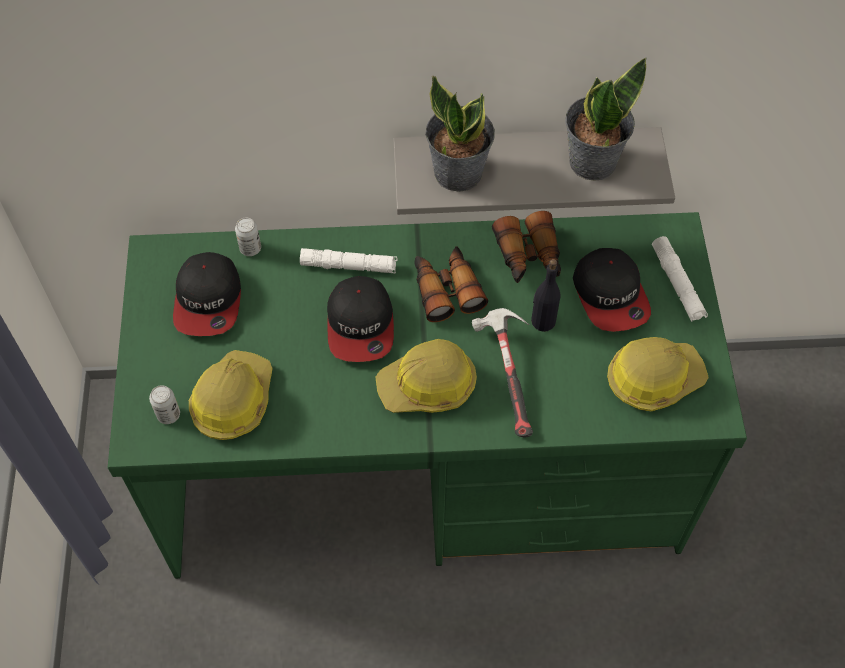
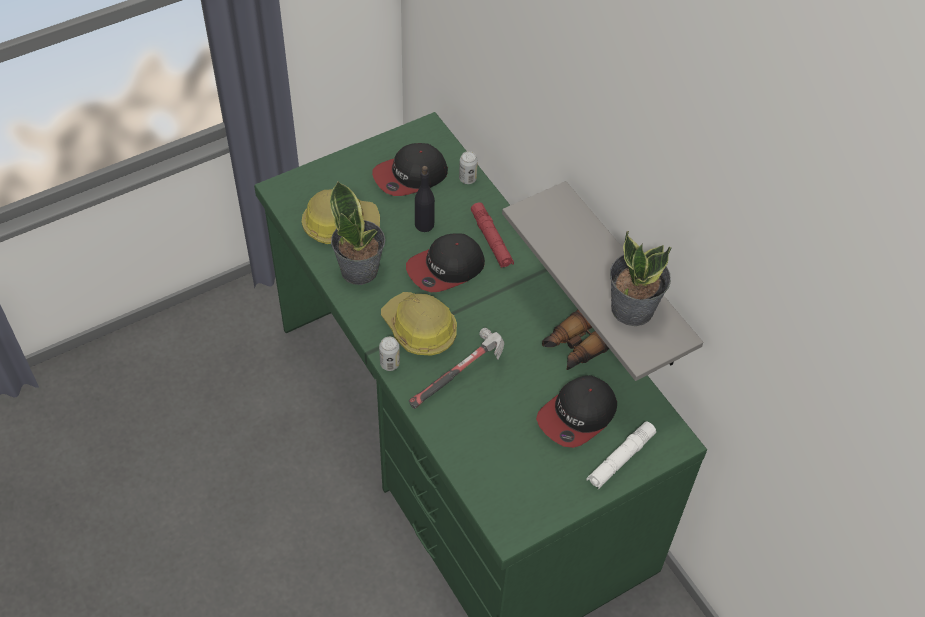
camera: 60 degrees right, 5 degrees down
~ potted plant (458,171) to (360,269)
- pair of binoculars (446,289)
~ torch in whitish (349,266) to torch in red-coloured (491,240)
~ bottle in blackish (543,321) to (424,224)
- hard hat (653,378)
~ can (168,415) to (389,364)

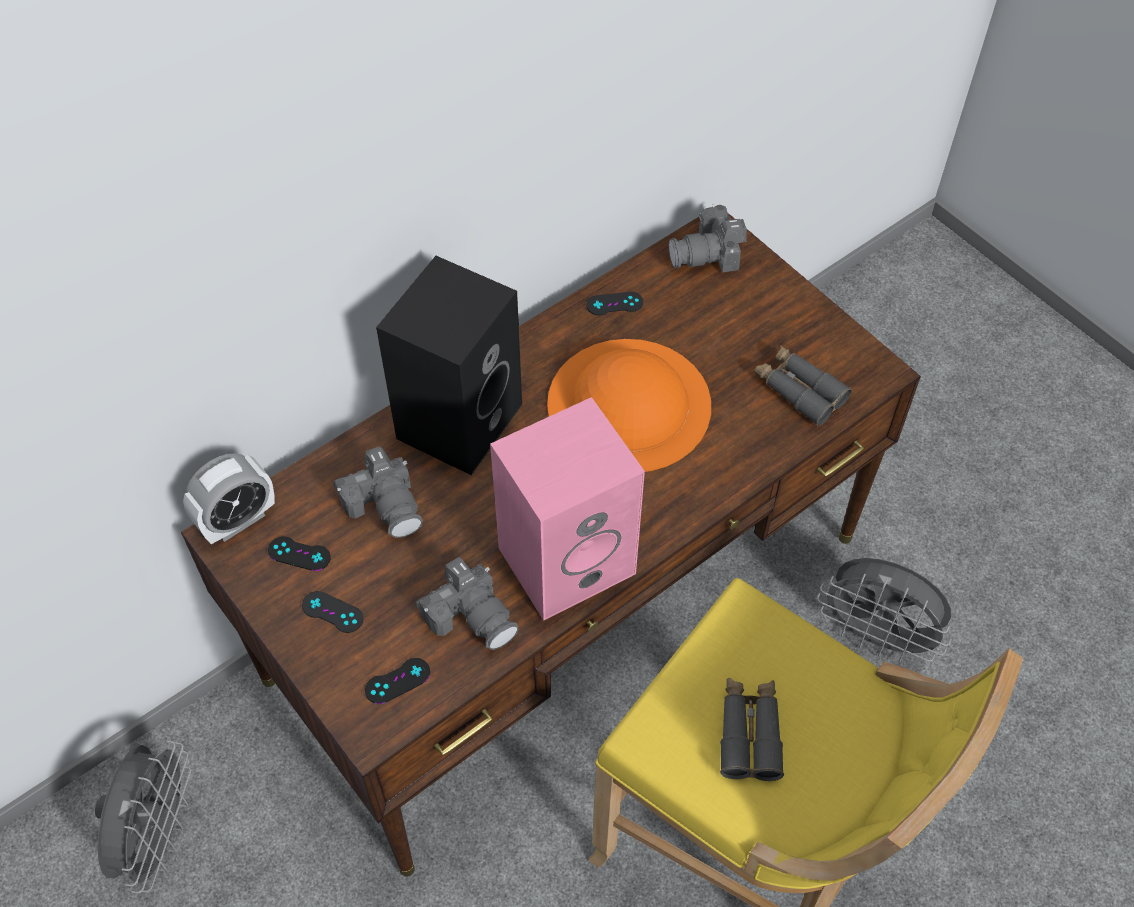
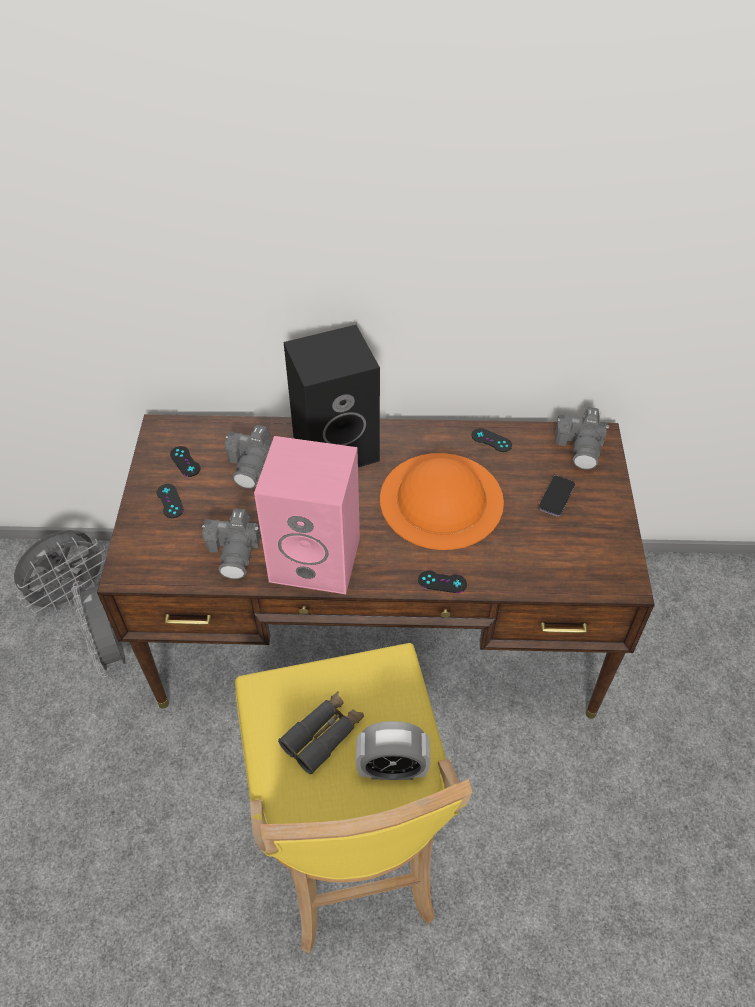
camera: 40 degrees right, 5 degrees down
~ photo camera (708,254) = (581,447) 105 degrees counterclockwise
- pair of binoculars in gray (799,390)
~ alarm clock (238,520) to (392,769)
~ electric fan in gray (876,636) to (114,650)
~ gamepad in blackish (397,681) to (442,582)
+ phone (556,497)

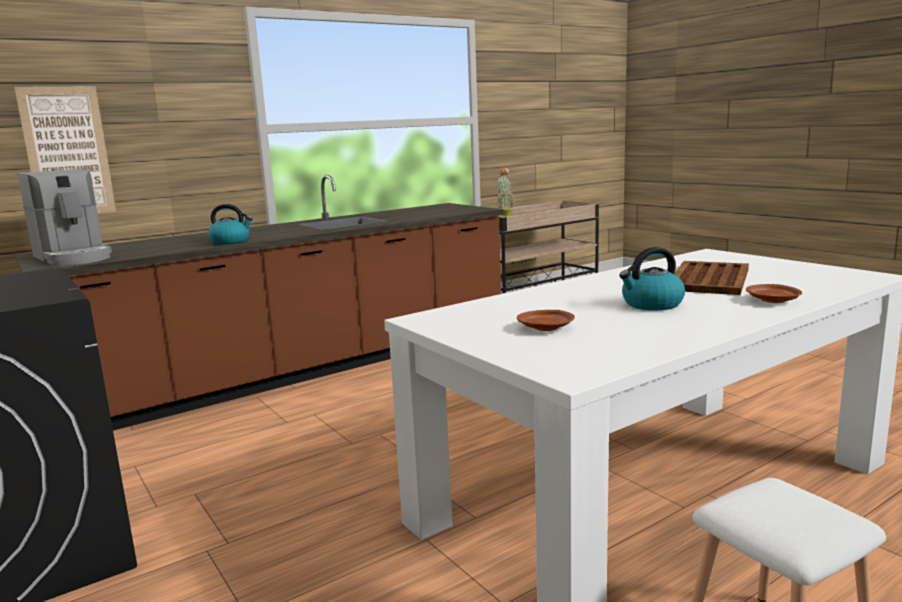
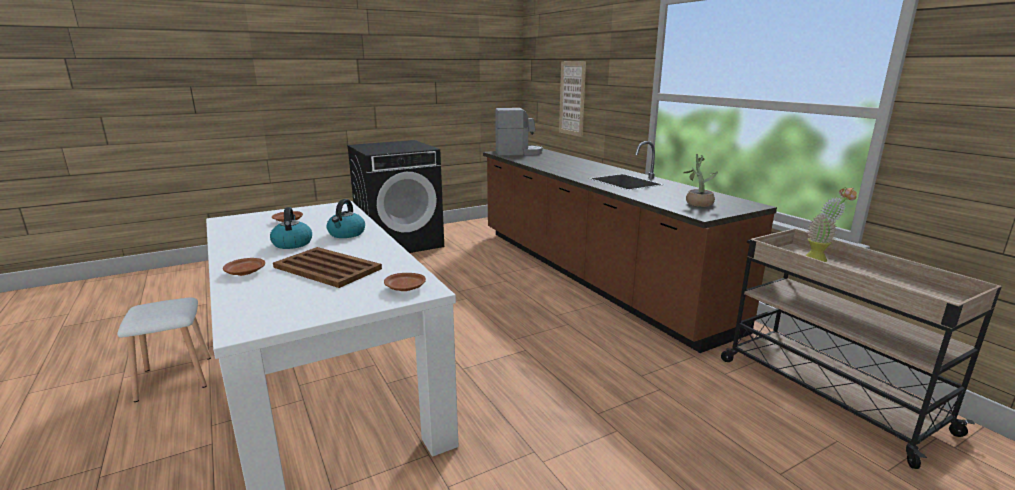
camera: 95 degrees right, 5 degrees up
~ coffee maker (74,257) = (518,153) 150 degrees counterclockwise
~ kettle (231,241) to (346,234)
+ potted plant (697,202)
+ plate in brown (406,288)

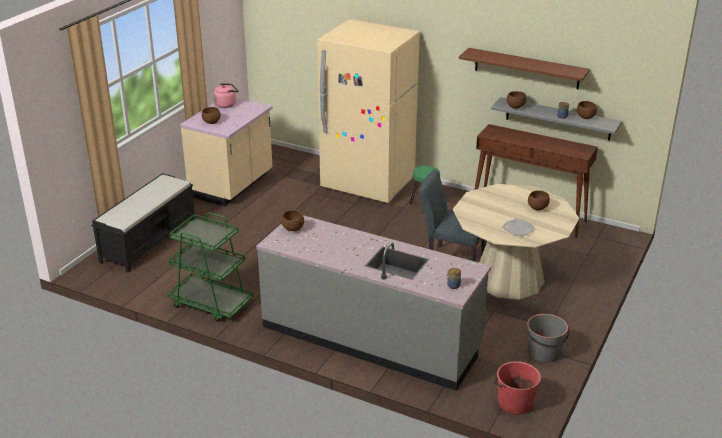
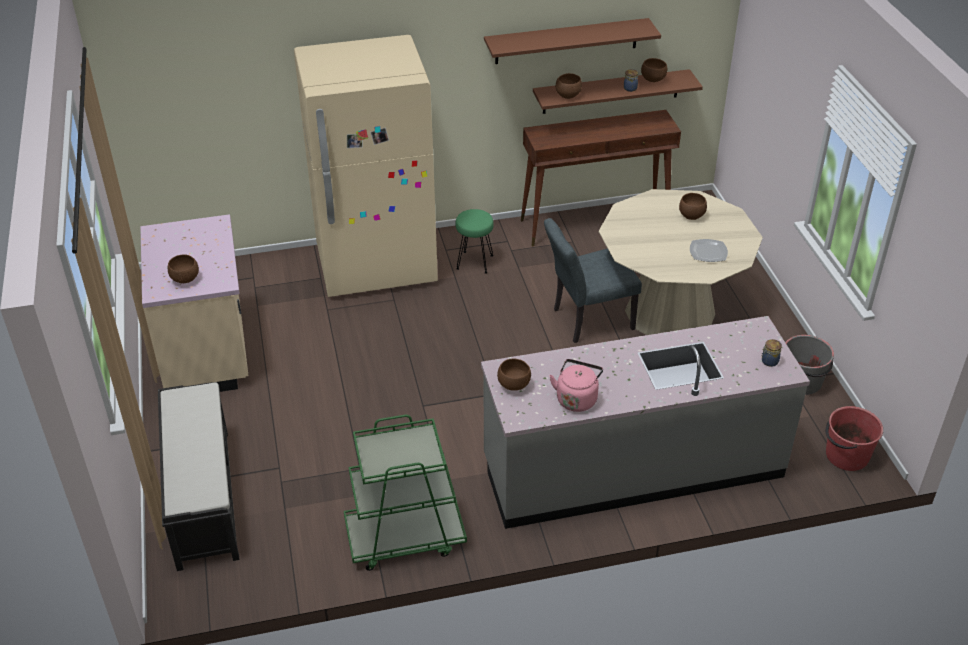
camera: 40 degrees left, 10 degrees up
~ kettle in pink (226,104) to (577,398)
~ wall shelf in gray (558,119) to wall shelf in brown (611,91)

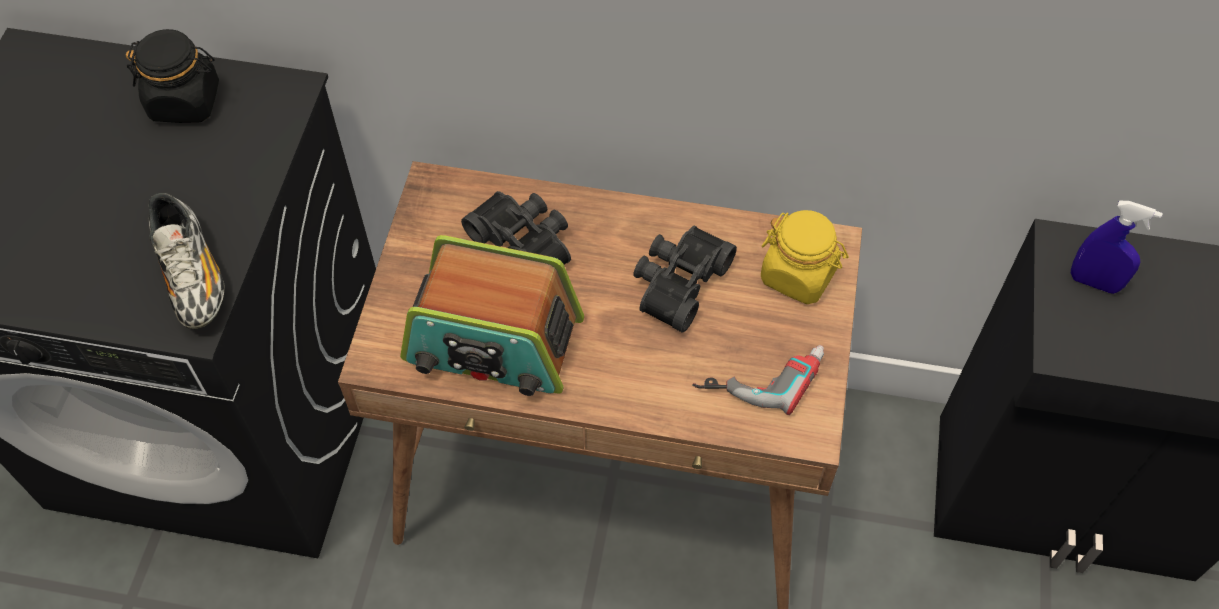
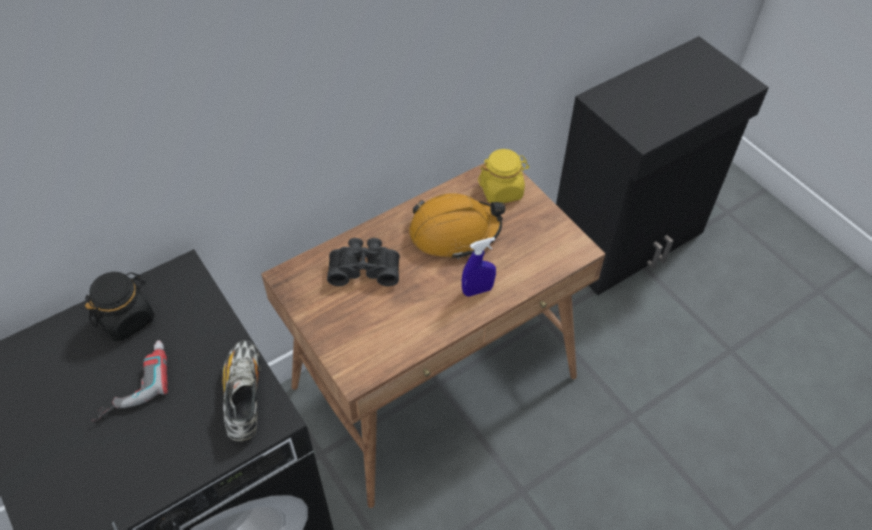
camera: 45 degrees left, 5 degrees down
~ item of footwear (192,276) = (244,396) 120 degrees counterclockwise
~ hand sprayer in bluish (1094,282) to (477,290)
~ pair of binoculars in blackish (677,282) to hard hat in orange-coloured (454,232)
- radio receiver (493,342)
~ drill (760,372) to (131,383)

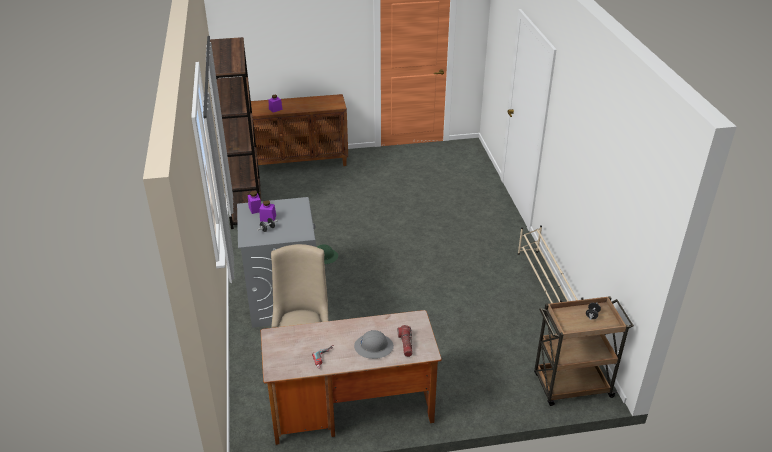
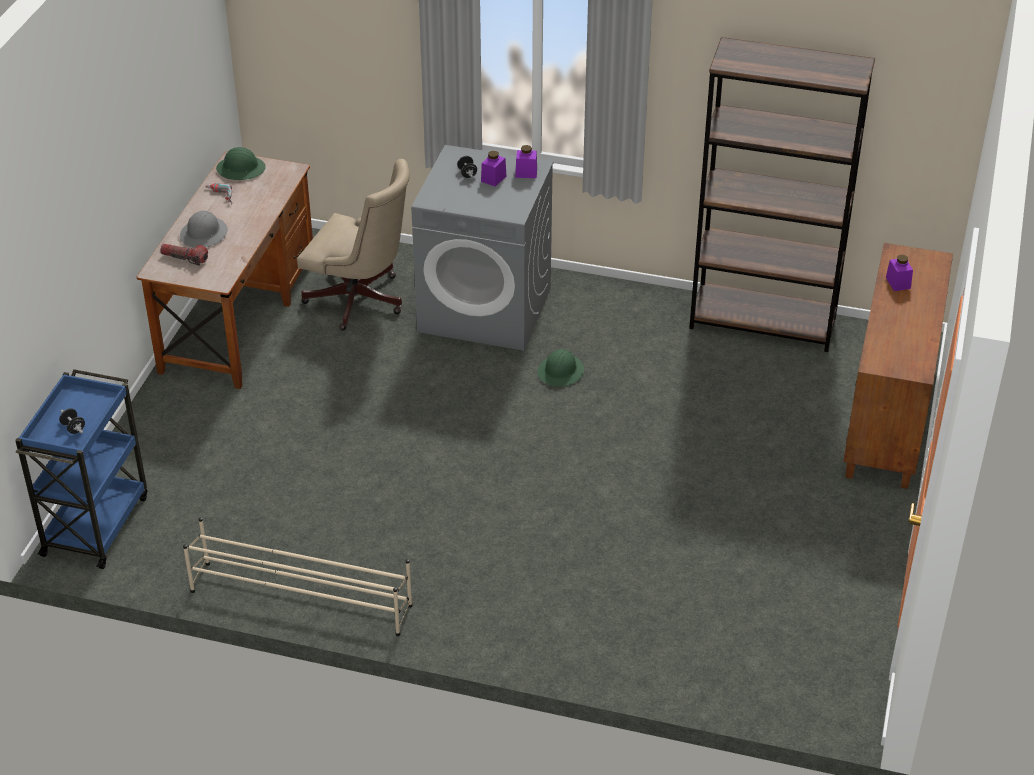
camera: 115 degrees right, 5 degrees up
~ trolley in brown (571,386) to trolley in bluish (96,524)
+ hard hat in green-coloured (241,169)

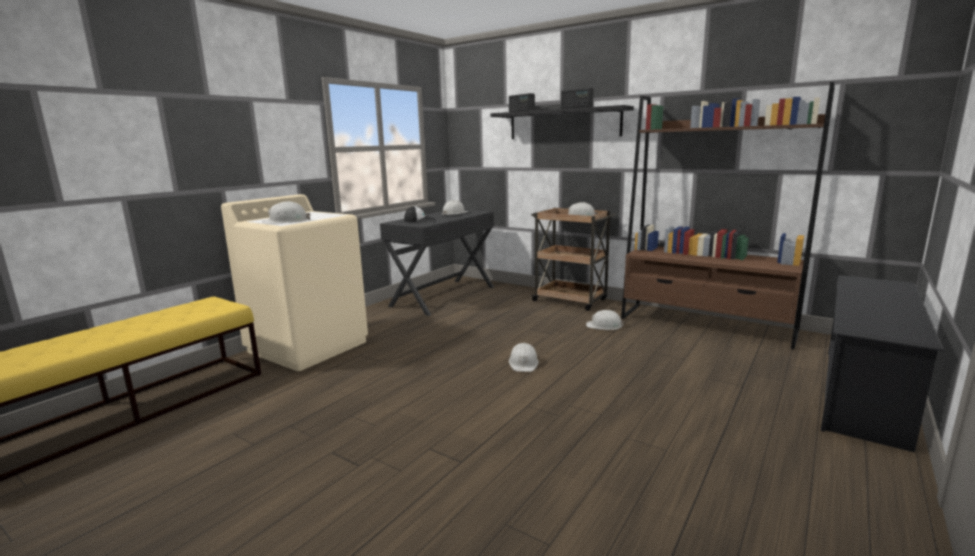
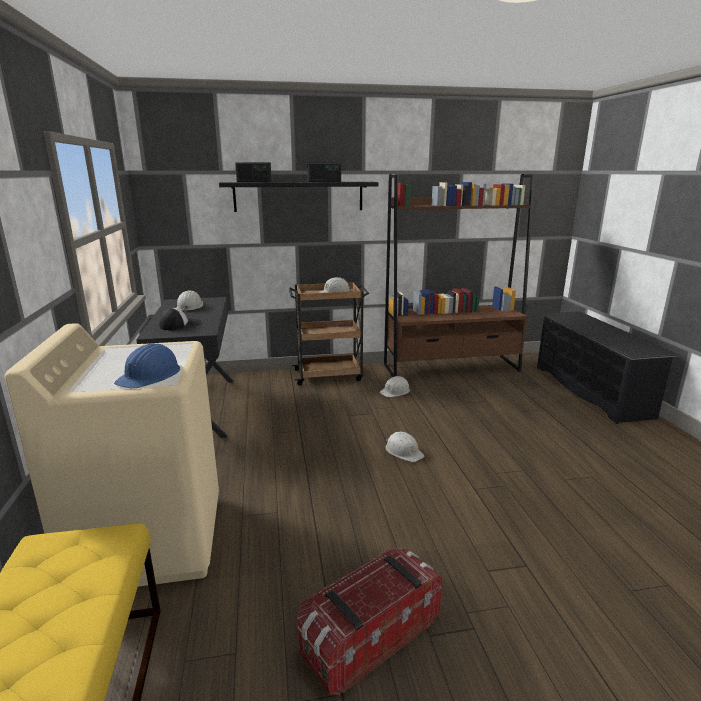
camera: 45 degrees left, 5 degrees up
~ hard hat in whitish (286,221) to hard hat in bluish (150,375)
+ storage bin (369,635)

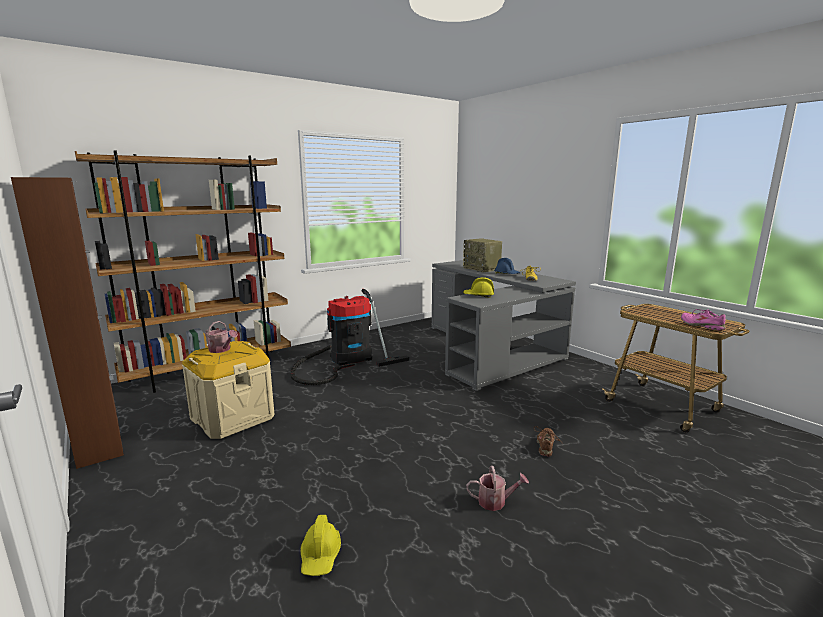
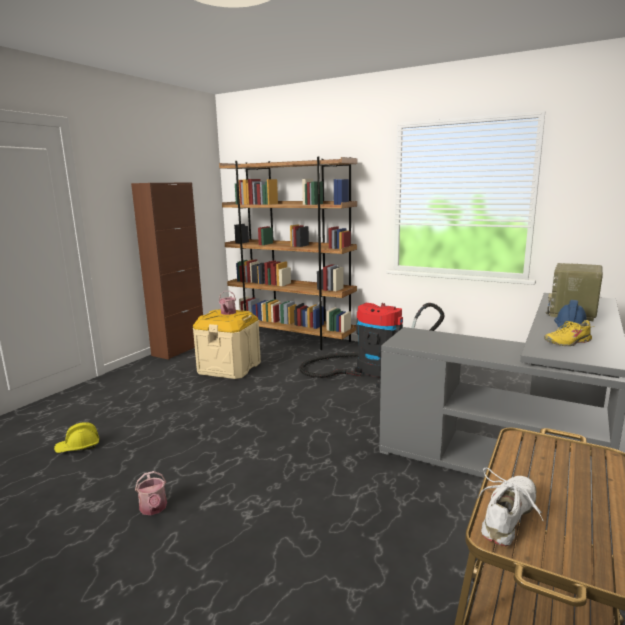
camera: 65 degrees right, 0 degrees up
- hard hat in yellow (478,296)
~ item of footwear in pink (701,326) to item of footwear in whitish (509,517)
- item of footwear in brown (546,446)

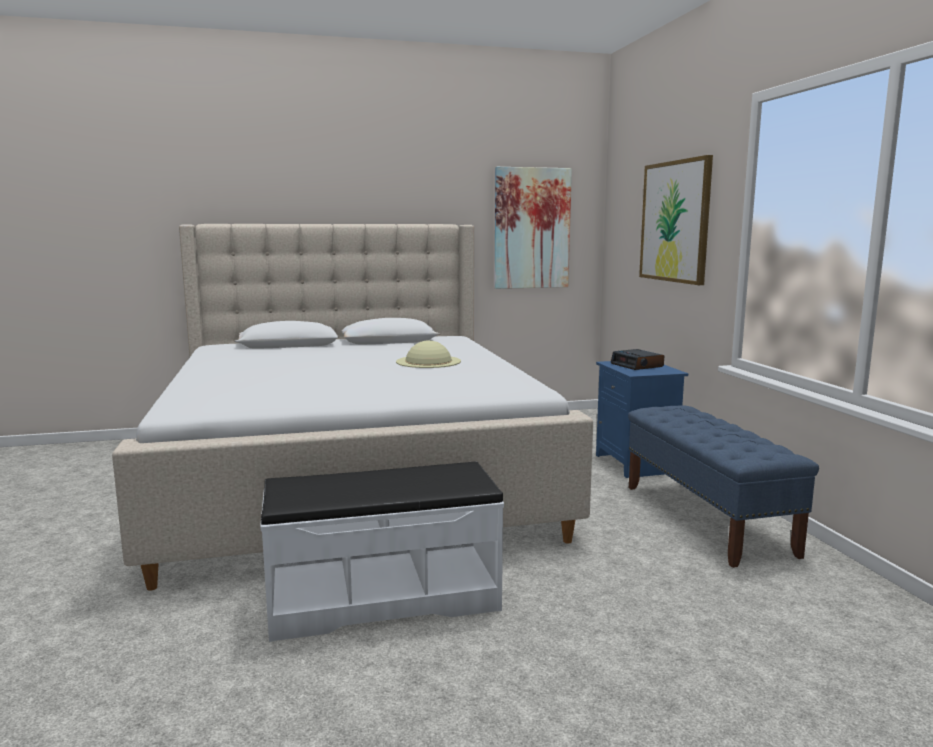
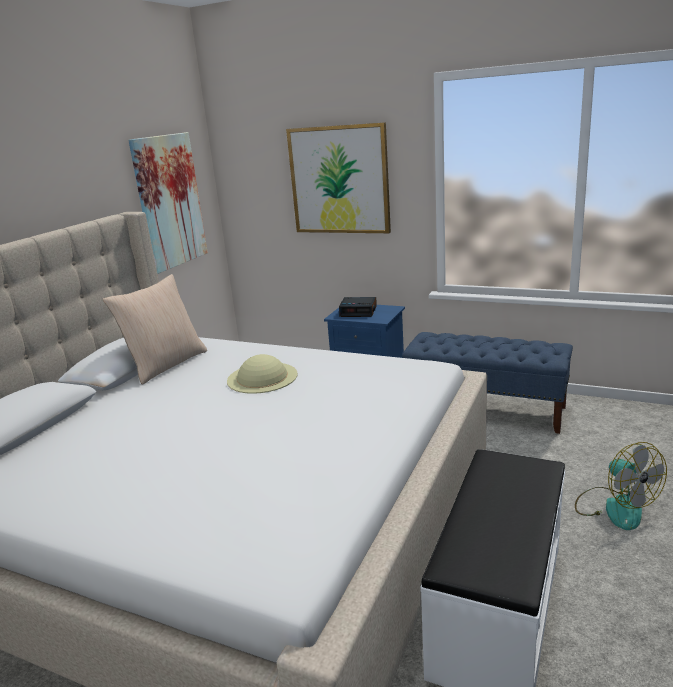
camera: 50 degrees left, 10 degrees up
+ pillow in beige-coloured (166,365)
+ electric fan (614,507)

